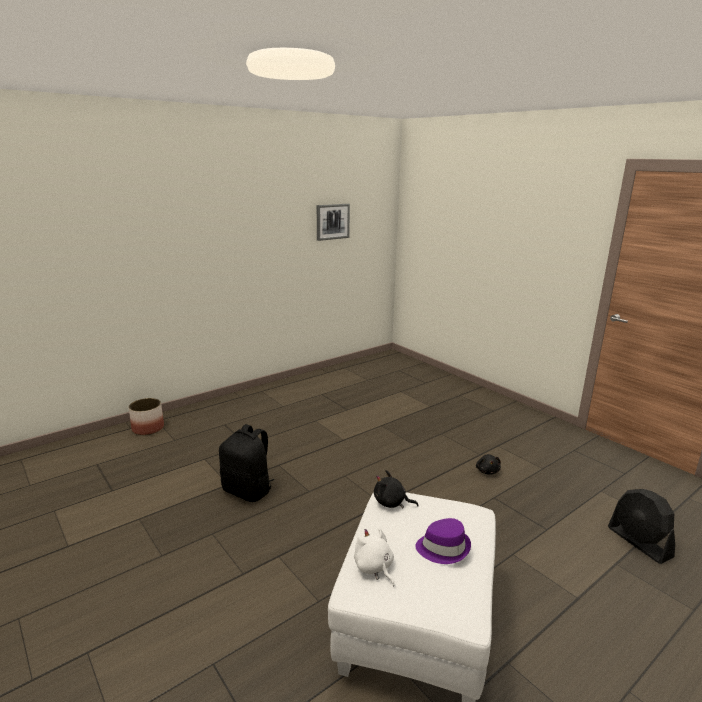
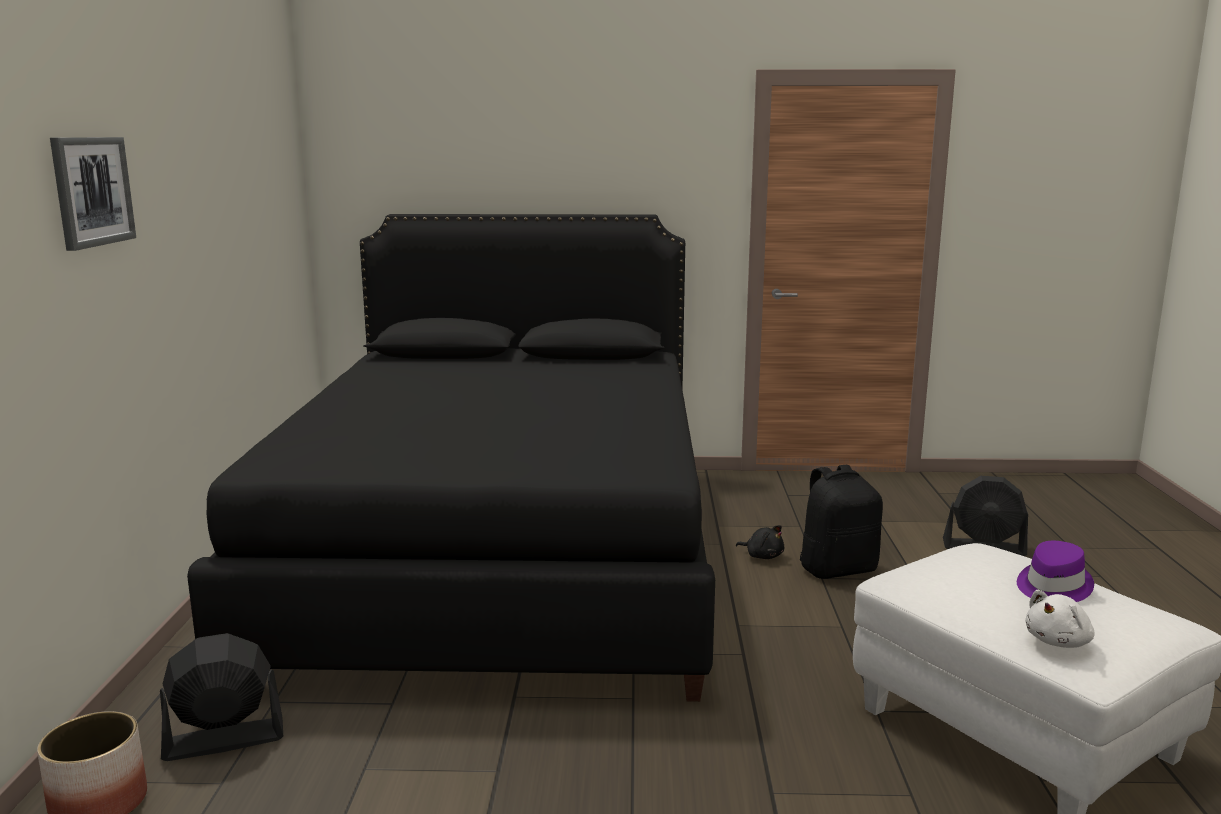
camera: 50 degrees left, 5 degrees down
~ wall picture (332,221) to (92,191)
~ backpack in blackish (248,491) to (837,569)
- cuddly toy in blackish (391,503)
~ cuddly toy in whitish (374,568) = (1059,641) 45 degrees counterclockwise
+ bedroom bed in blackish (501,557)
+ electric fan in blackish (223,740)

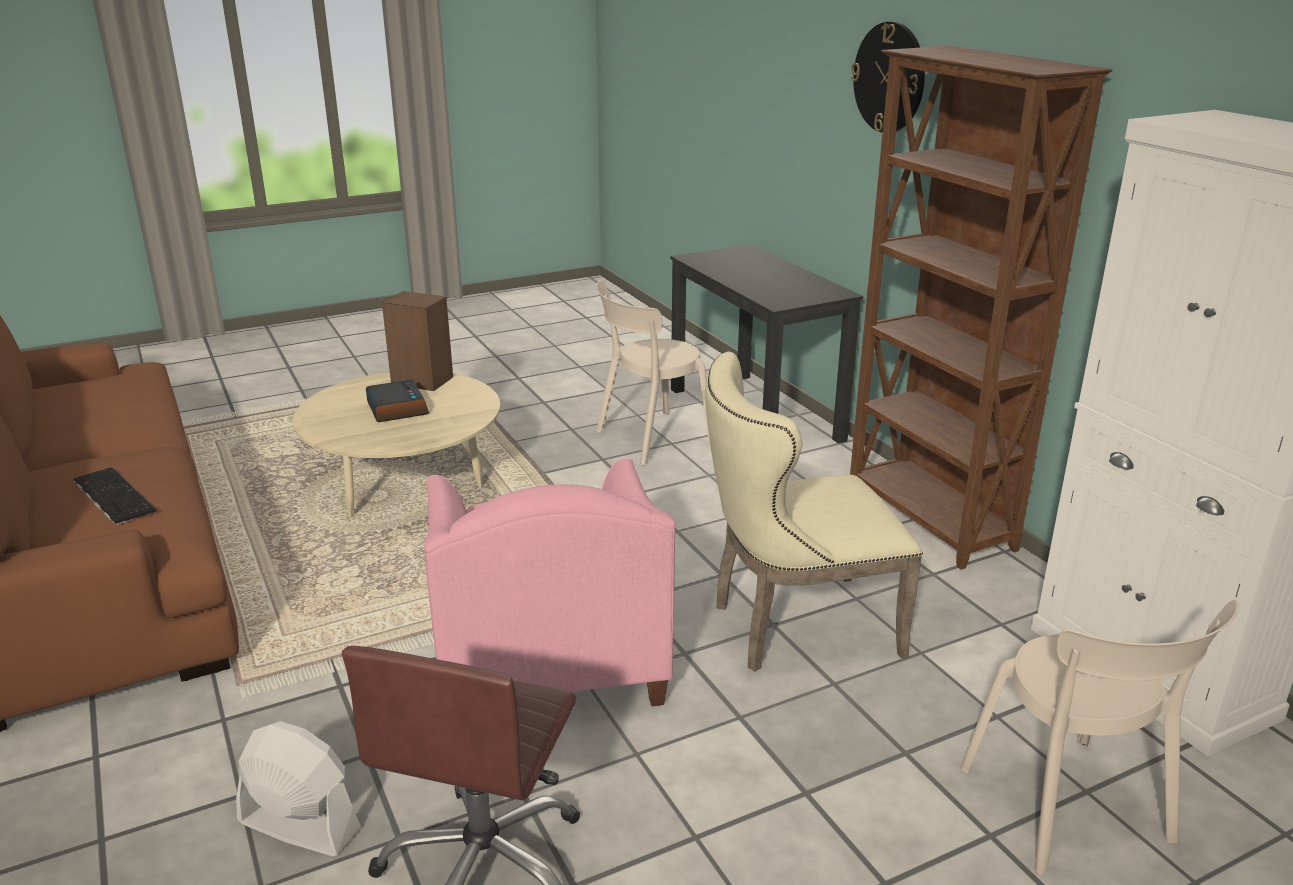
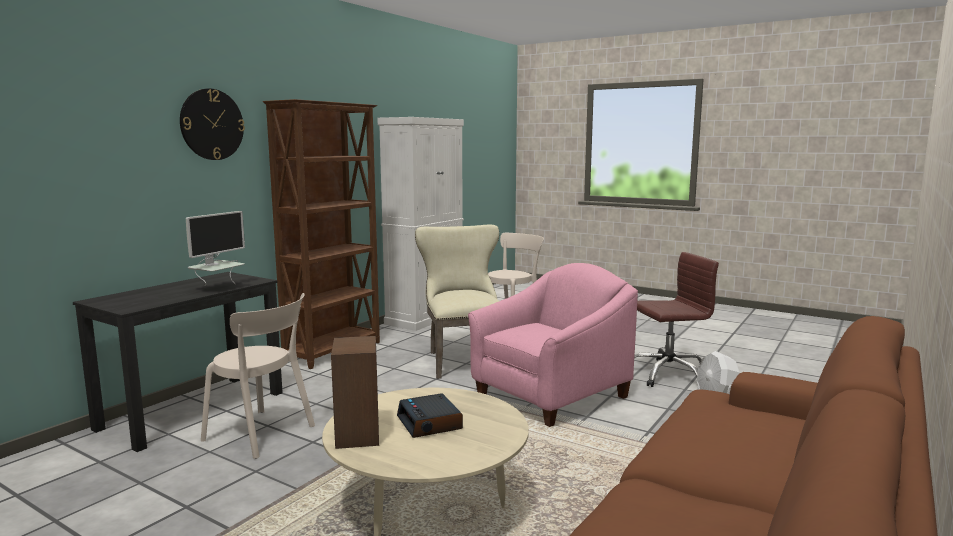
camera: 120 degrees left, 15 degrees down
~ chair in beige-coloured (793,627) = (463,360) 150 degrees counterclockwise
~ alarm clock (396,408) = (430,423) 60 degrees counterclockwise
- computer keyboard (111,496)
+ computer screen (218,288)

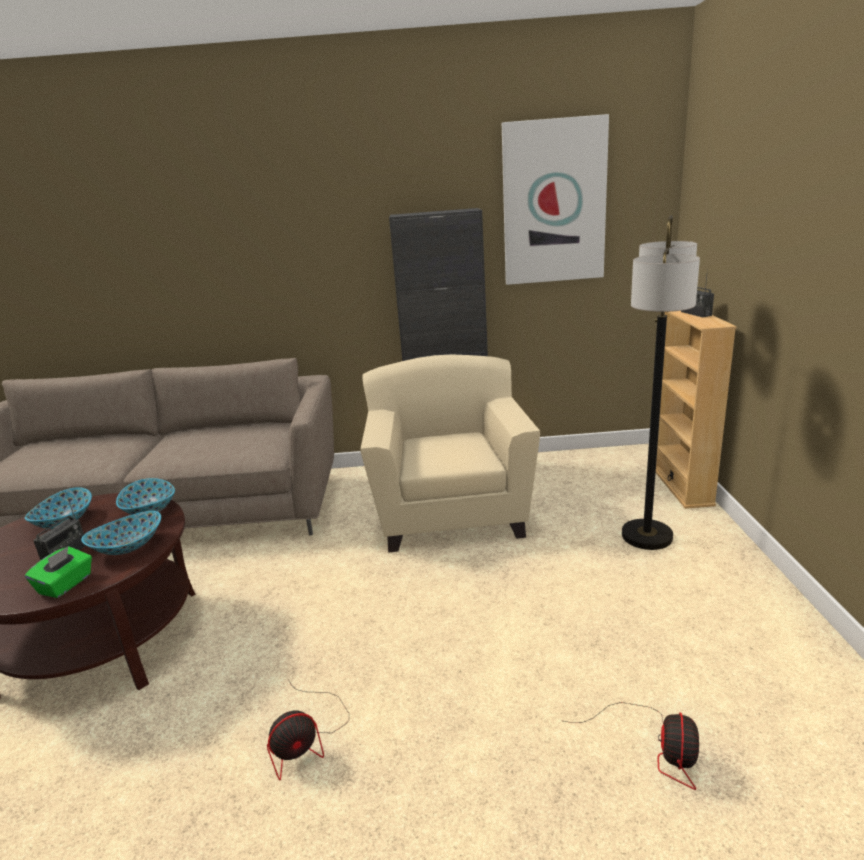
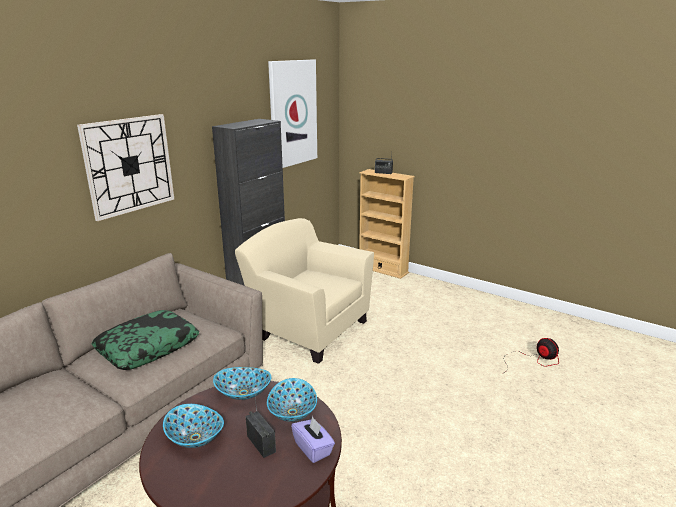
camera: 55 degrees left, 0 degrees up
- standard lamp (646,536)
~ tissue box in green-coloured (66,584) to tissue box in purple (313,449)
- electric fan (307,738)
+ clock on the wall (129,165)
+ pillow (148,347)

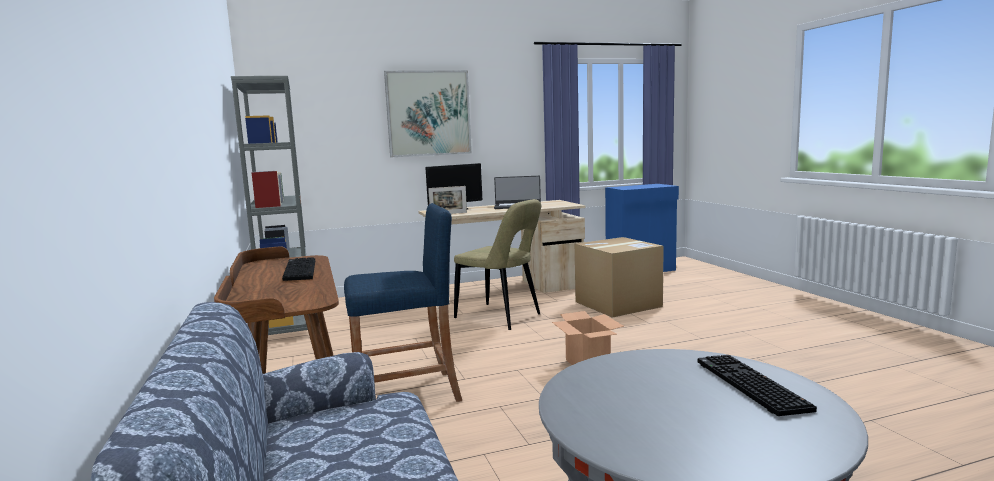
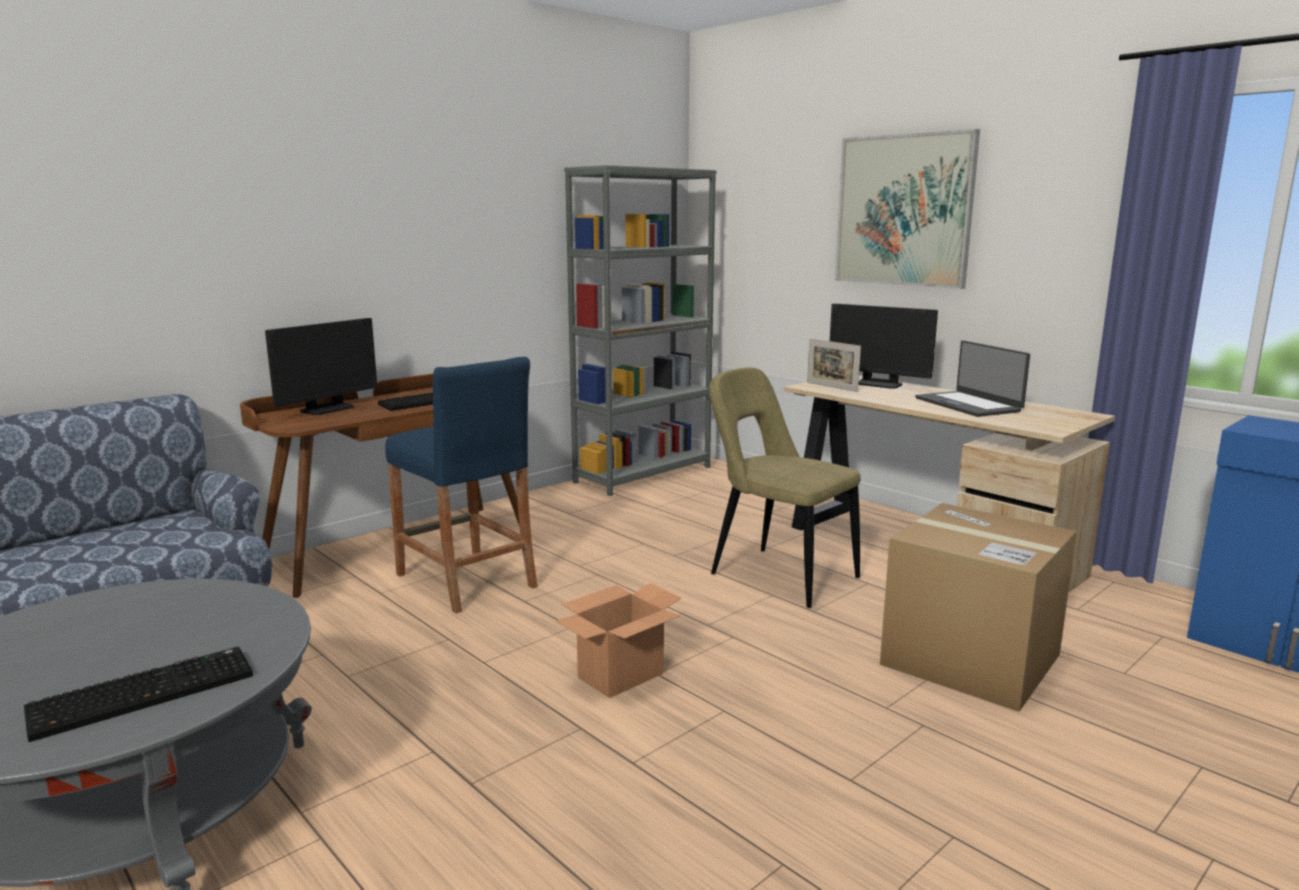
camera: 65 degrees right, 5 degrees up
~ chair in beige-coloured (501,317) = (778,575) 120 degrees clockwise
+ computer screen (327,409)

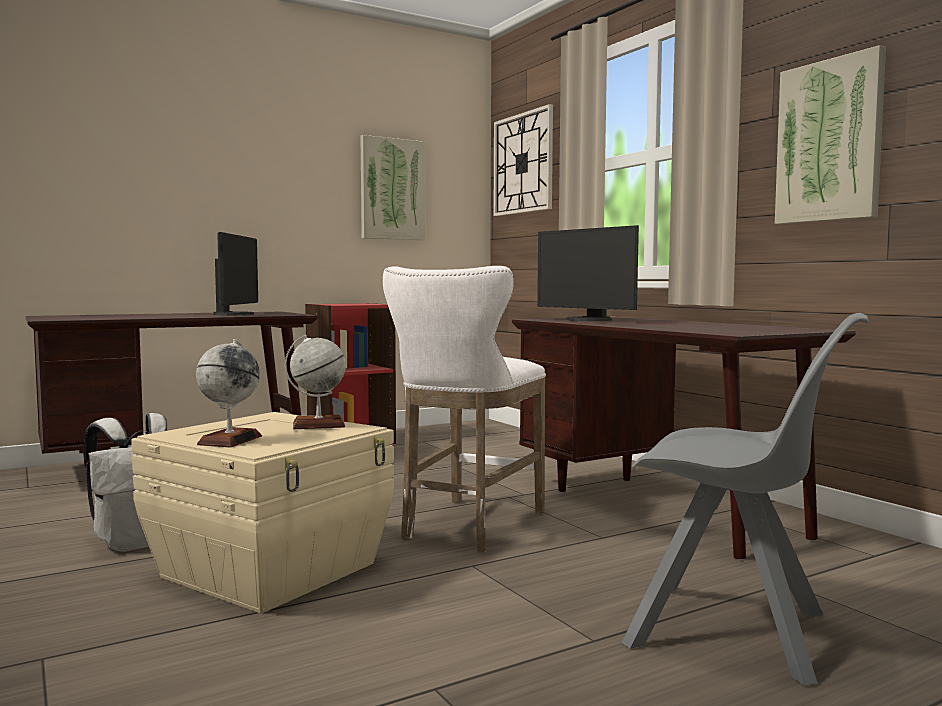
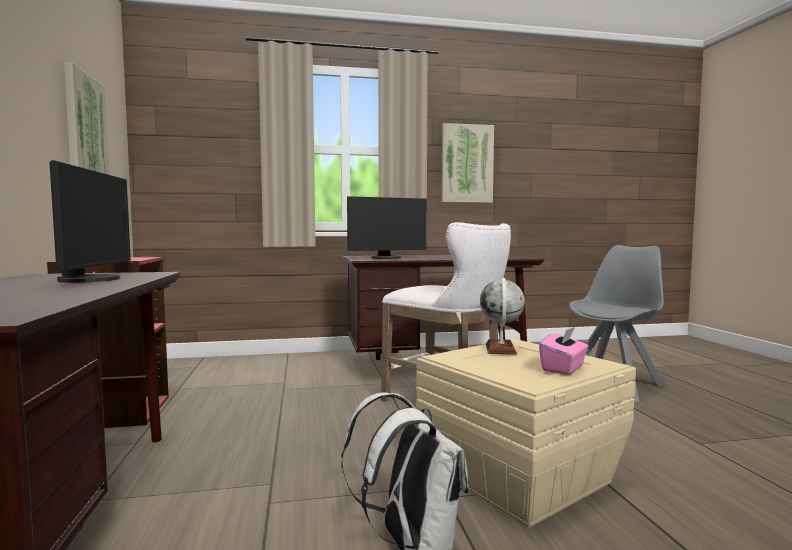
camera: 70 degrees left, 0 degrees up
- clock on the wall (523,163)
~ computer screen (236,314) = (93,280) 60 degrees clockwise
~ desk globe (230,440) to tissue box in pink (563,368)

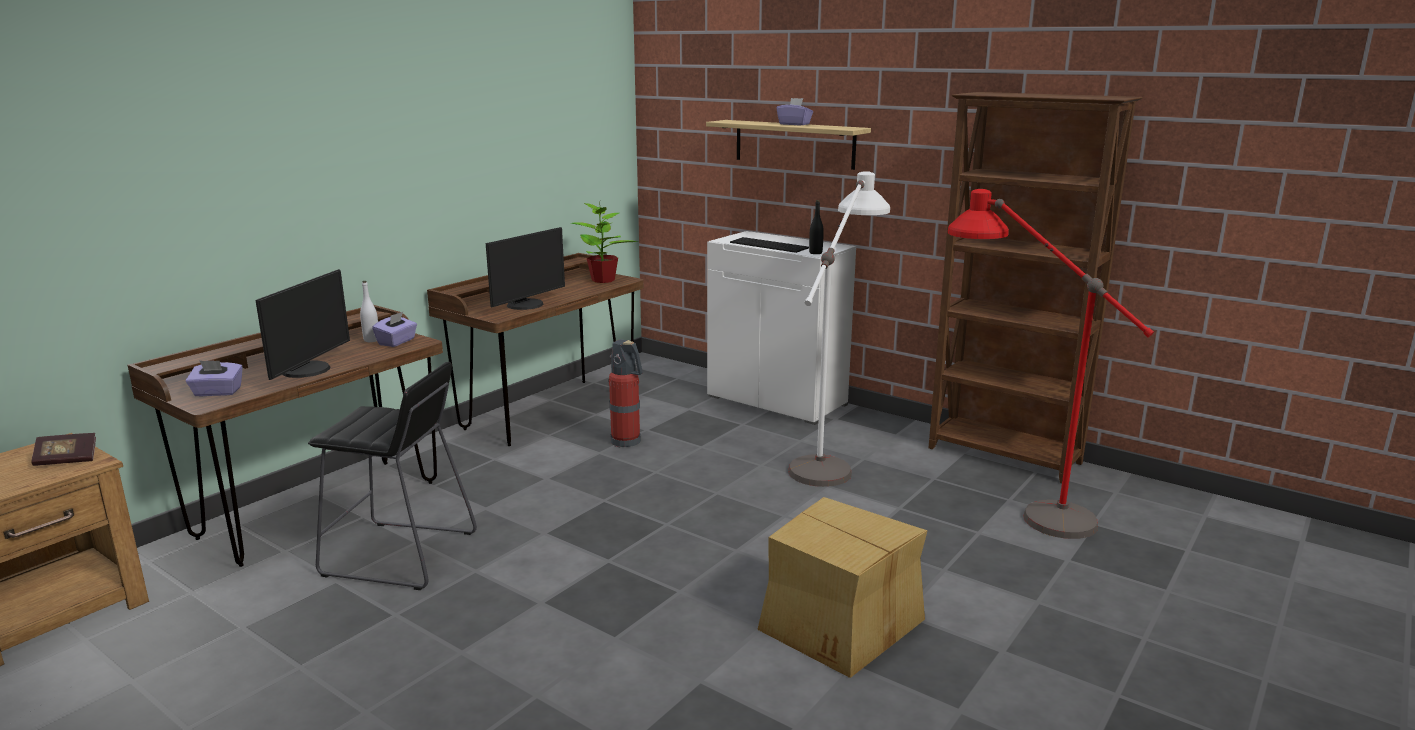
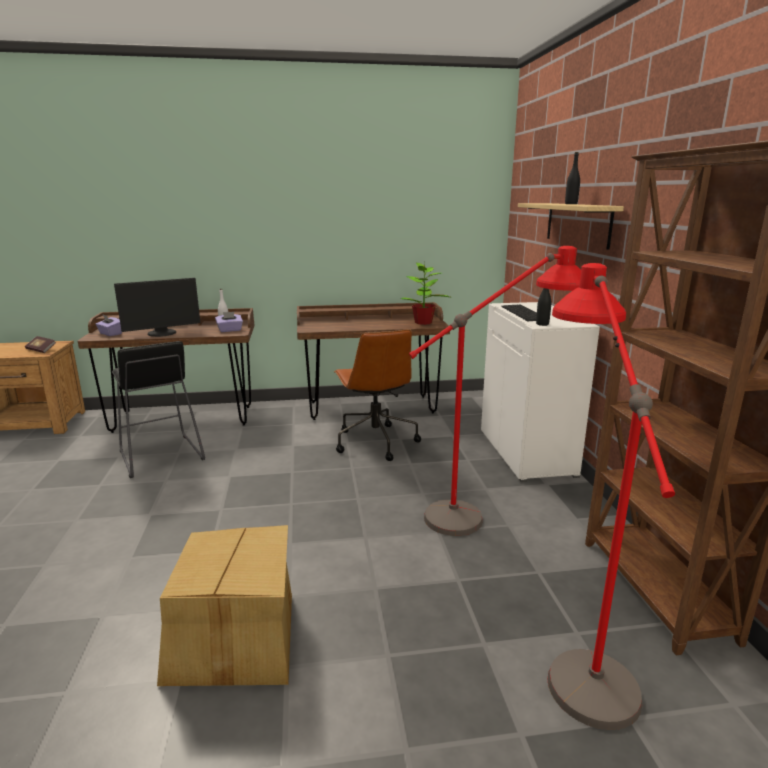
camera: 45 degrees right, 0 degrees up
~ tissue box in purple (794,124) to bottle in blackish (571,204)
~ standard lamp in whitish (833,455) to standard lamp in red-coloured (489,511)
- computer screen (526,305)
~ extinguisher (627,441) to computer chair in brown (375,441)

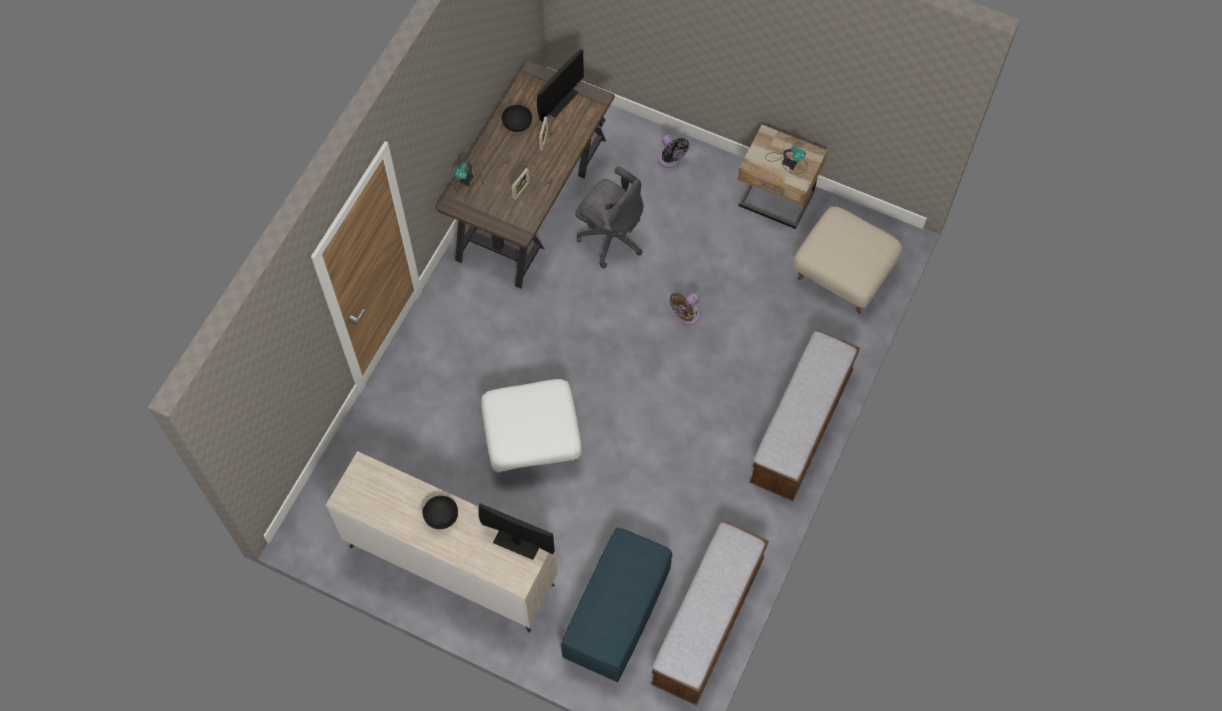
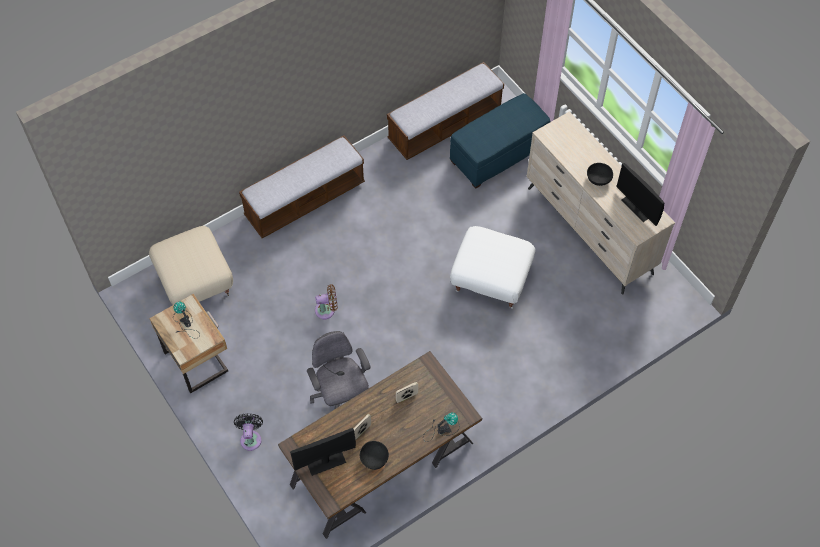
camera: 150 degrees left, 5 degrees down
~ computer screen (517,542) to (637,207)

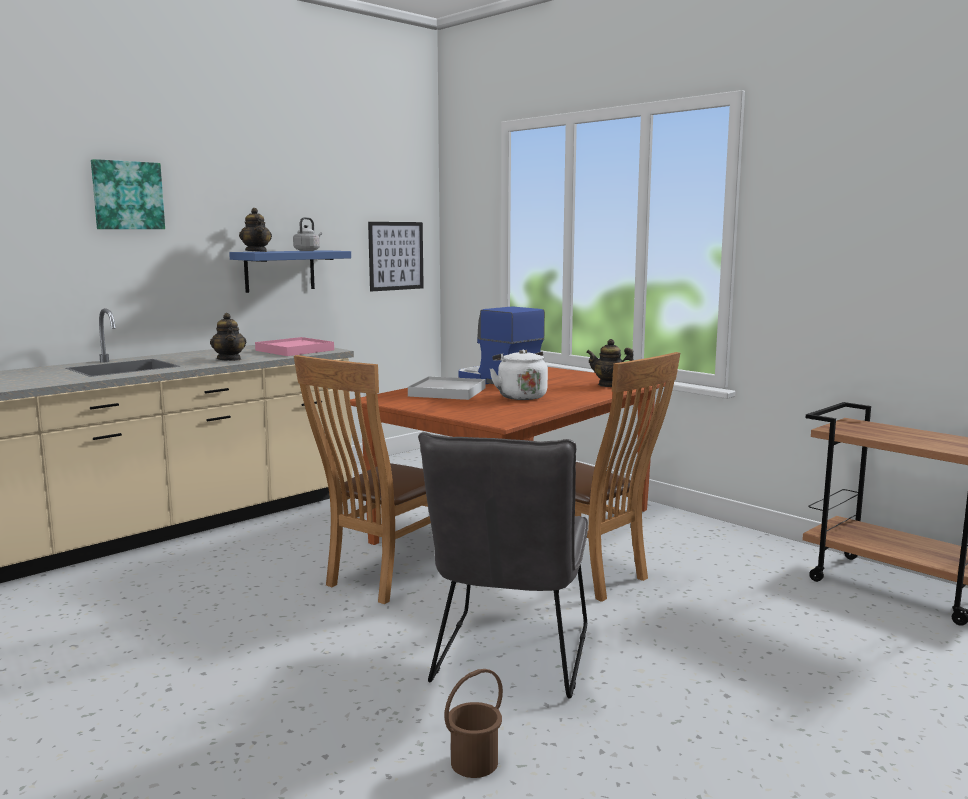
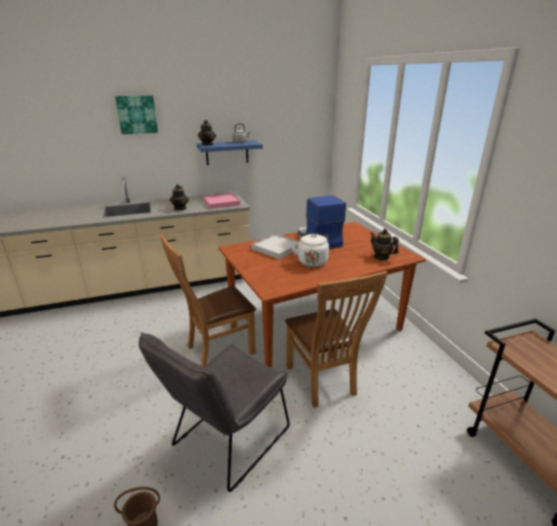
camera: 25 degrees right, 15 degrees up
- wall picture (396,256)

